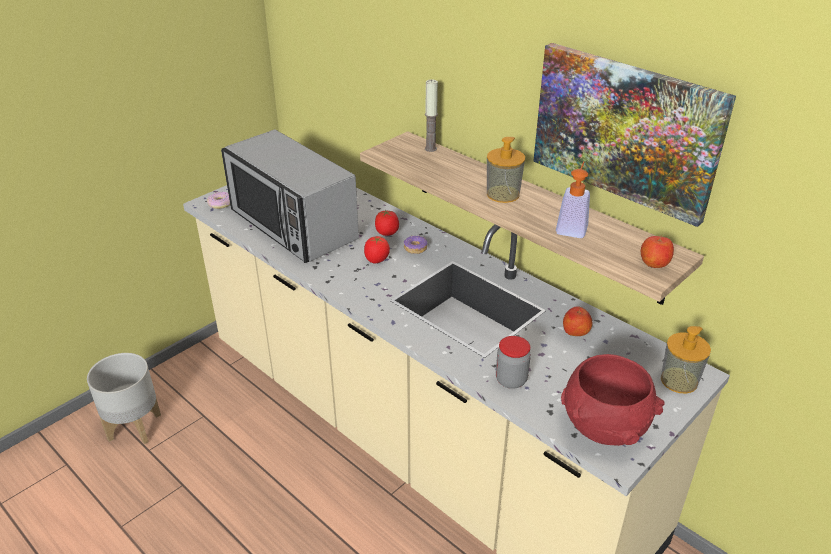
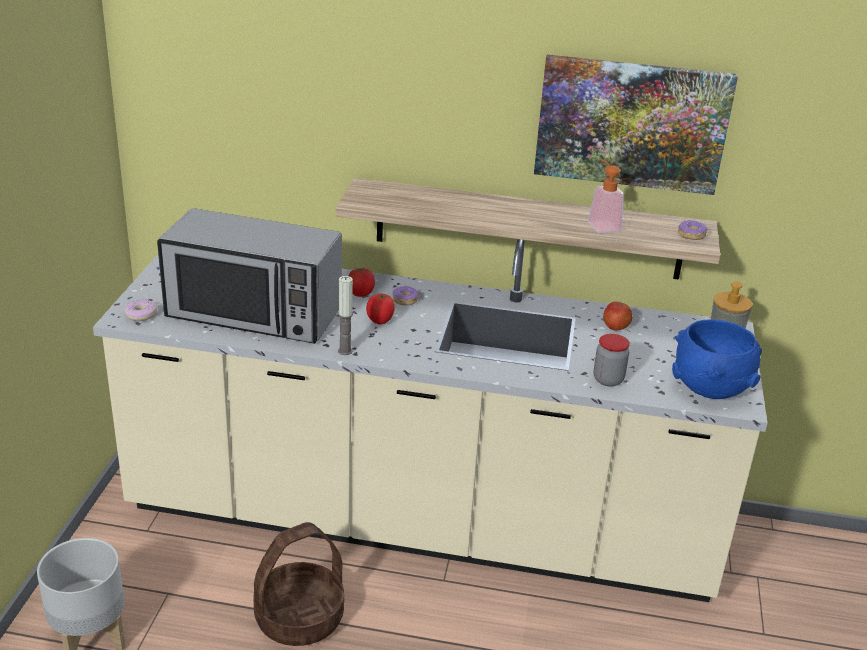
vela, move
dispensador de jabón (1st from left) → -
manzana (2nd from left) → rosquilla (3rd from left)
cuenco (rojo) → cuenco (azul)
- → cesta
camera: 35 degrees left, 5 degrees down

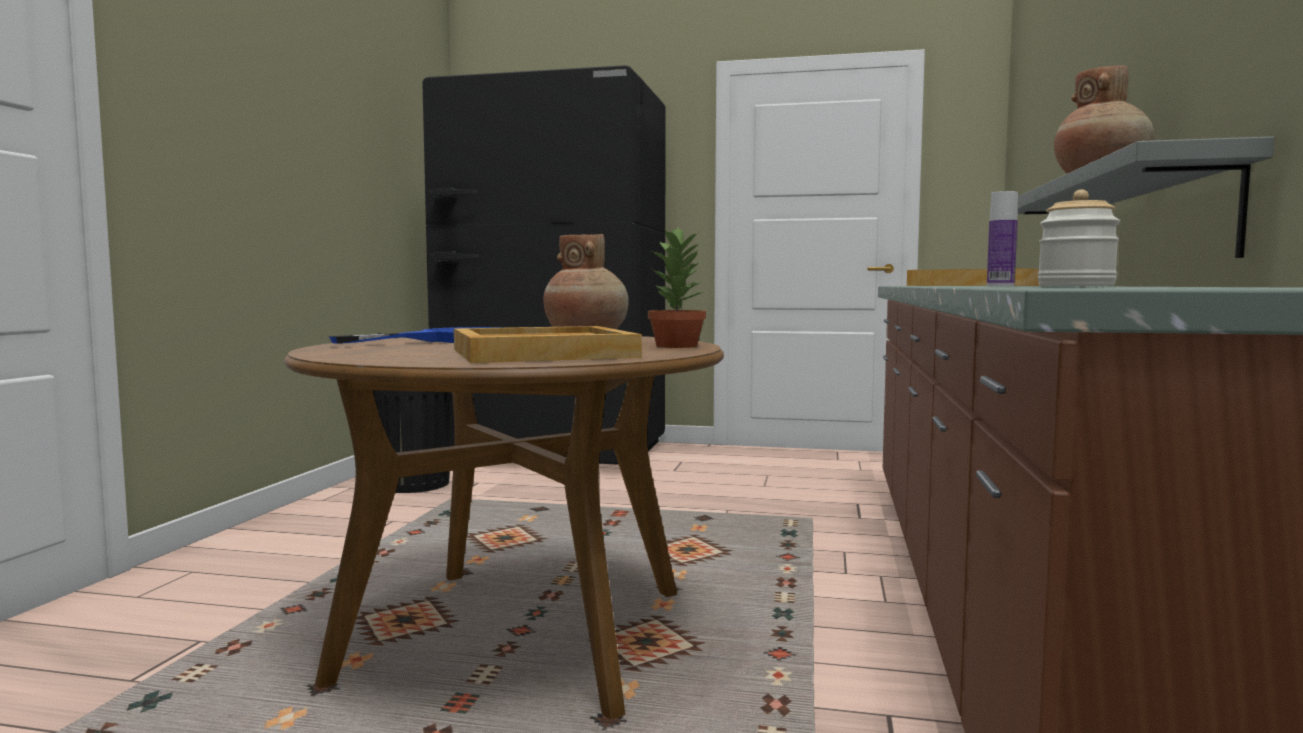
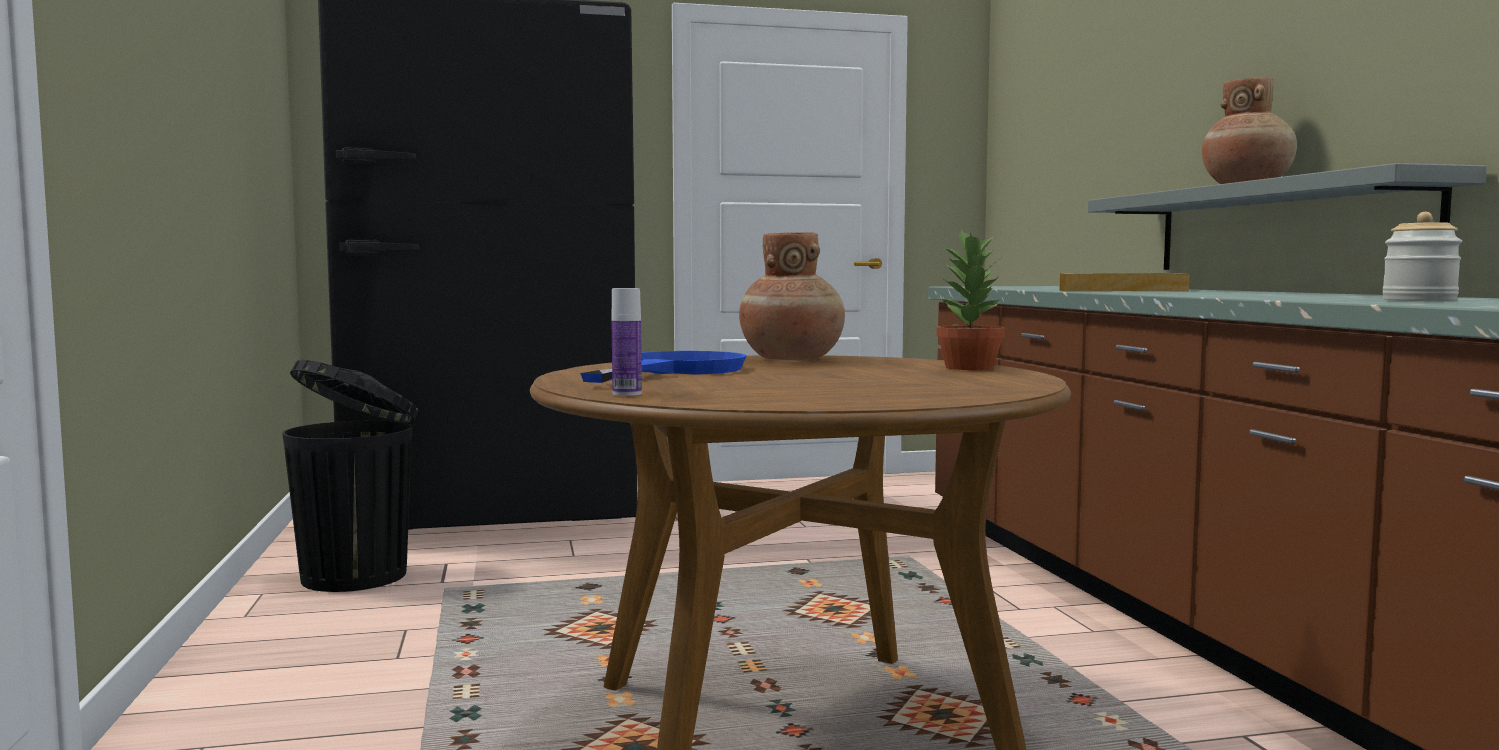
botella, move
bandeja (beis) (1st from left) → -
camera: 25 degrees left, 0 degrees up

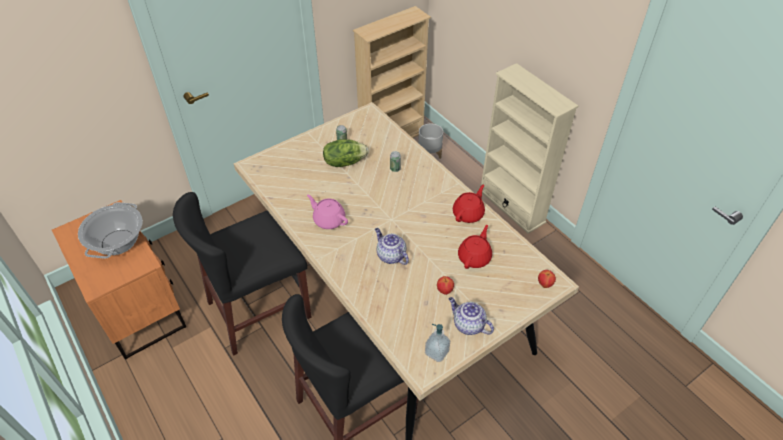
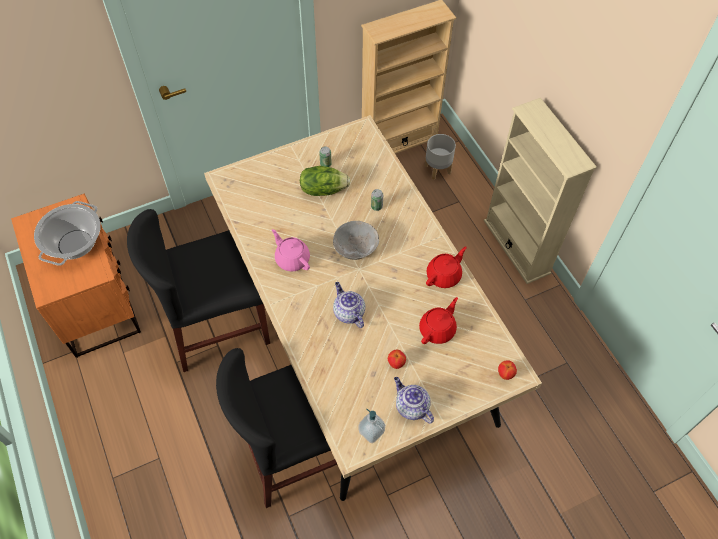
- → cuenco (gris)
camera: 10 degrees right, 10 degrees up

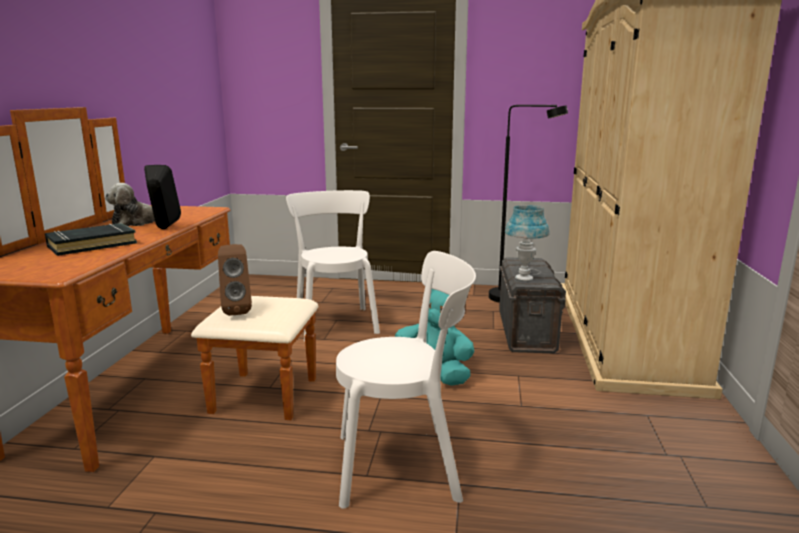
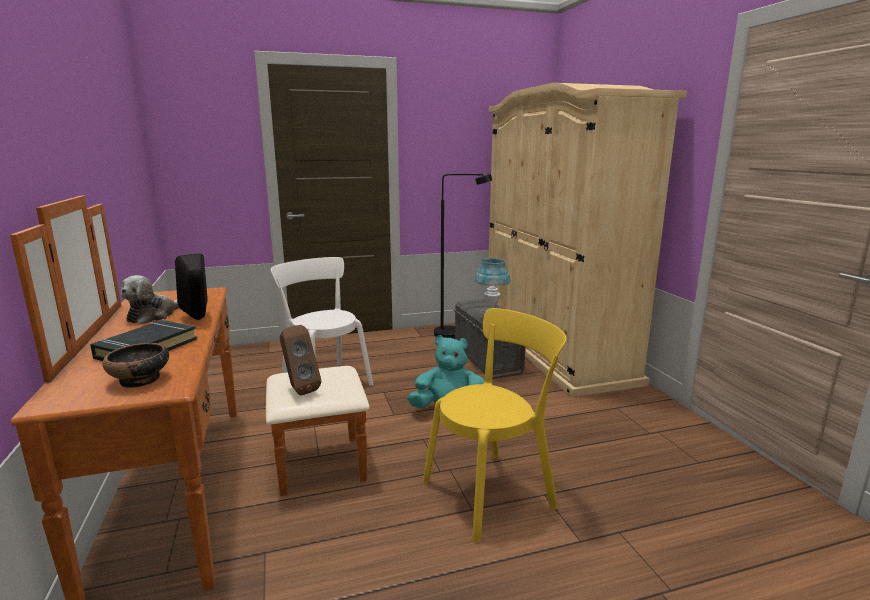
silla (blanco) (2nd from left) → silla (amarillo)
- → cuenco
camera: 25 degrees left, 0 degrees up

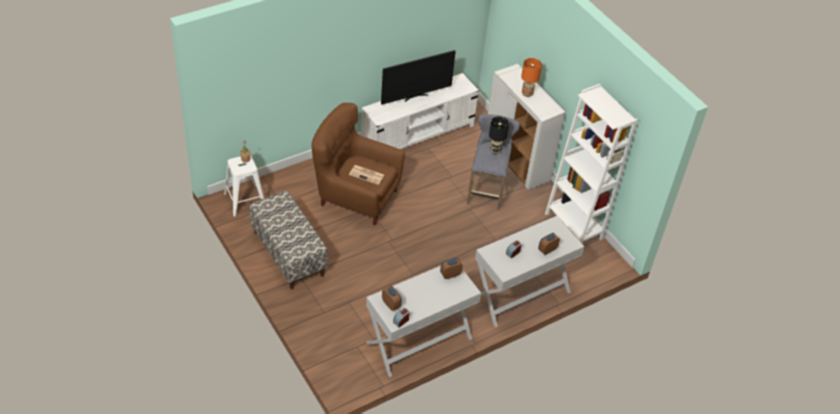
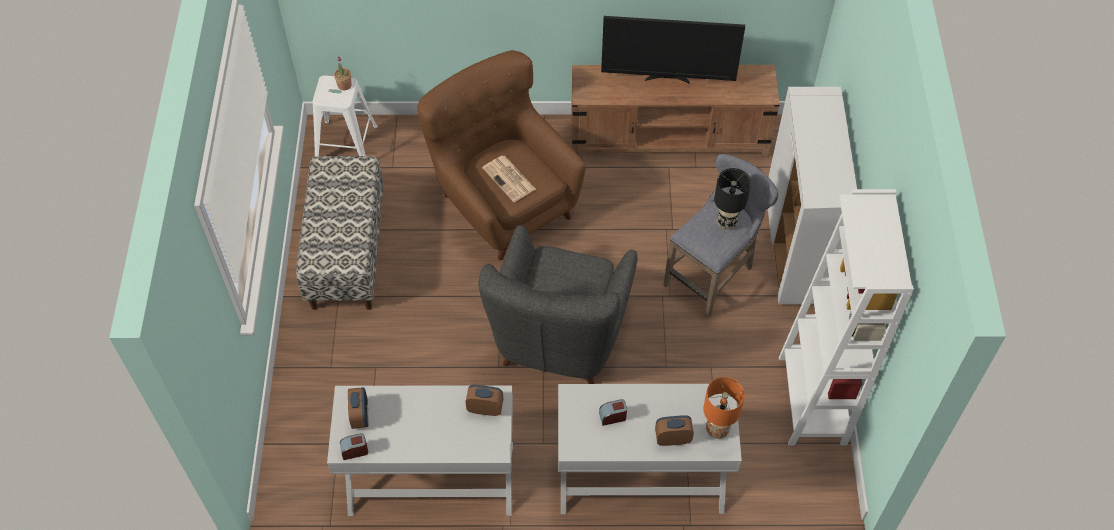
lámpara de mesa (naranja), move
mueble de televisión (blanco) → mueble de televisión (marrón)
- → sillón (gris)
camera: 35 degrees right, 10 degrees up

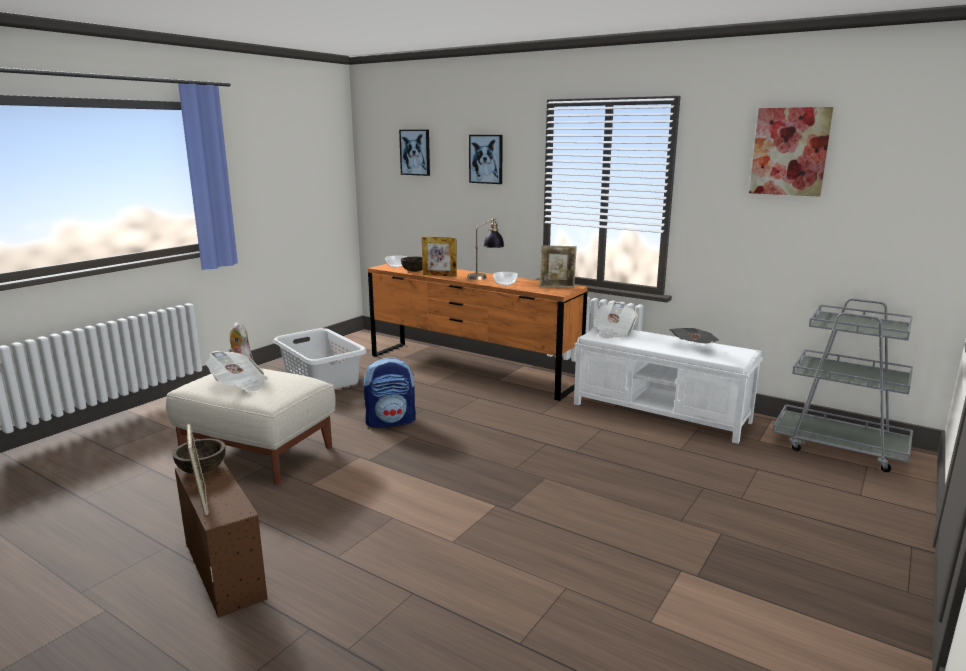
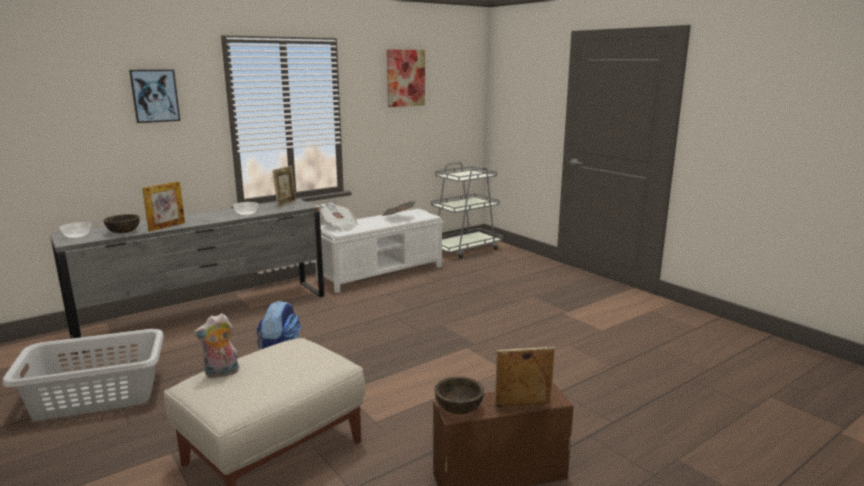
cuadro (1st from left) → -
lámpara de mesa → -
cómoda (naranja) → cómoda (gris)
periódico (1st from left) → -
camera: 70 degrees left, 0 degrees up

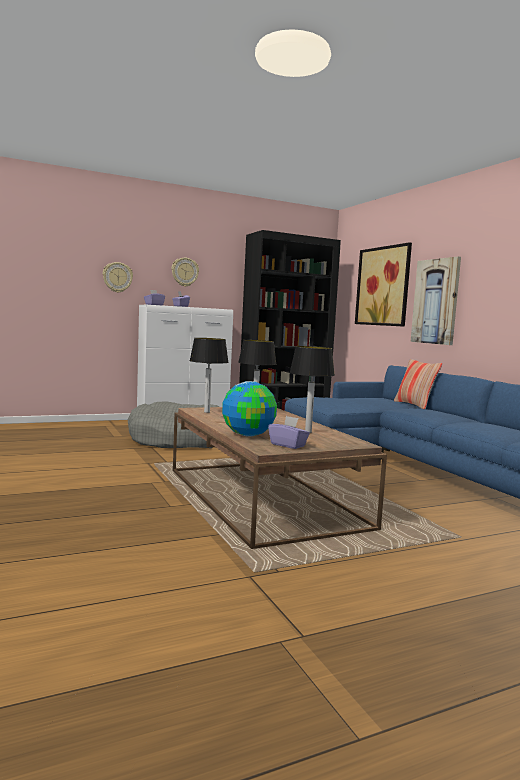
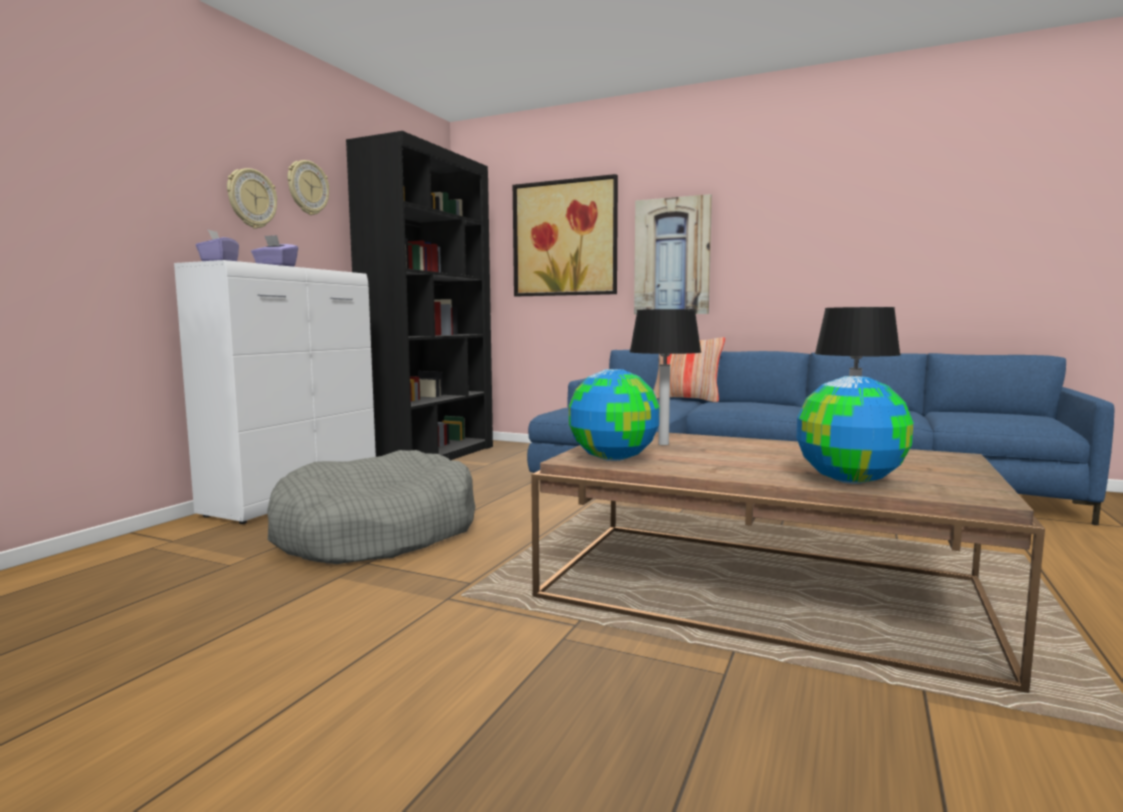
reloj de pared (1st from left in the first image) → reloj de pared (2nd from left), move
lámpara de mesa (1st from left) → globo terráqueo (1st from left)
caja de pañuelos (morado) (3rd from left) → -
camera: 40 degrees left, 0 degrees up

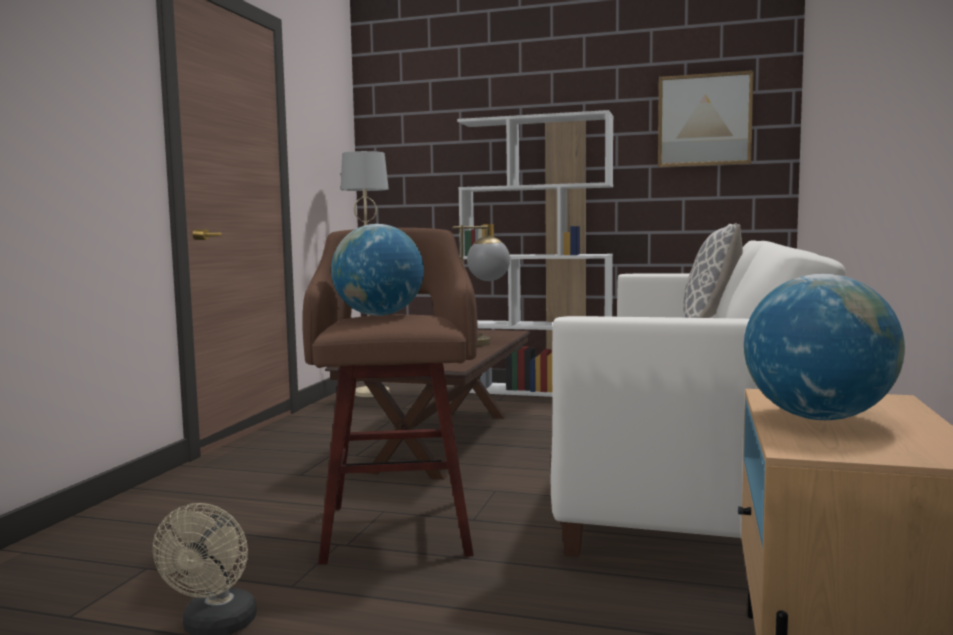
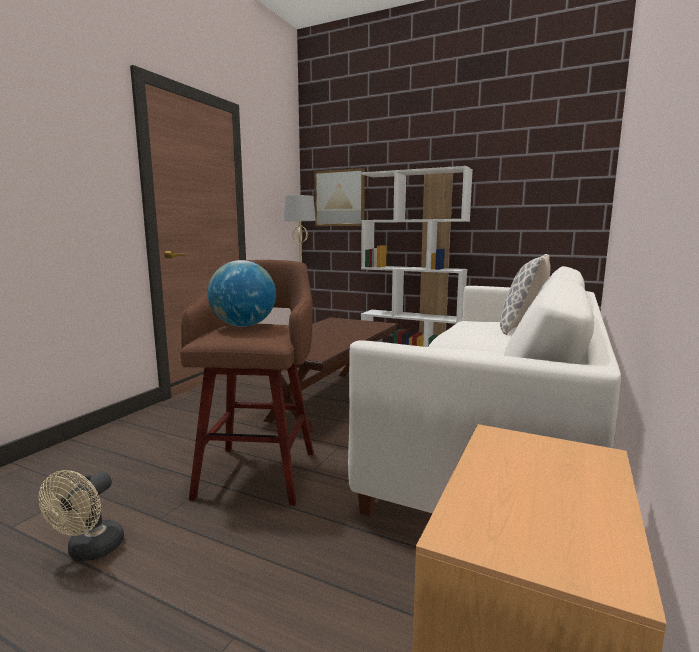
cuadro, move
lámpara de mesa → -
globo terráqueo (2nd from left) → -
camera: 10 degrees right, 5 degrees up

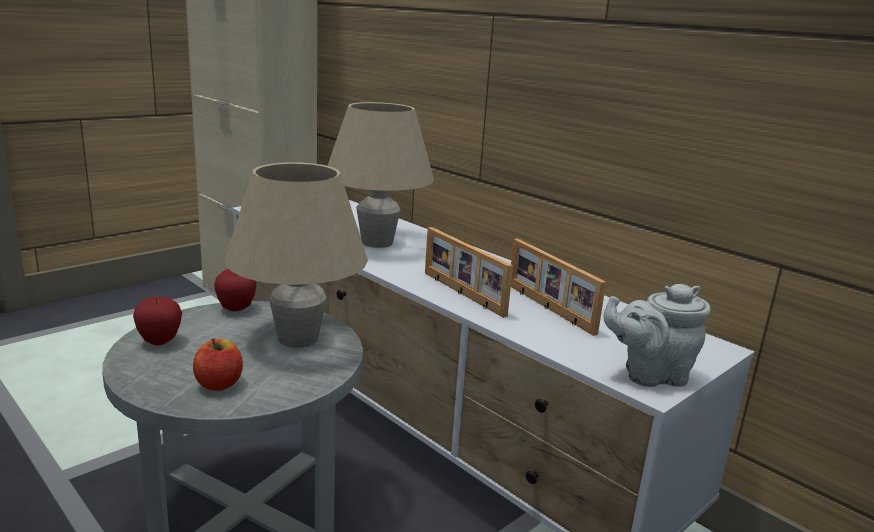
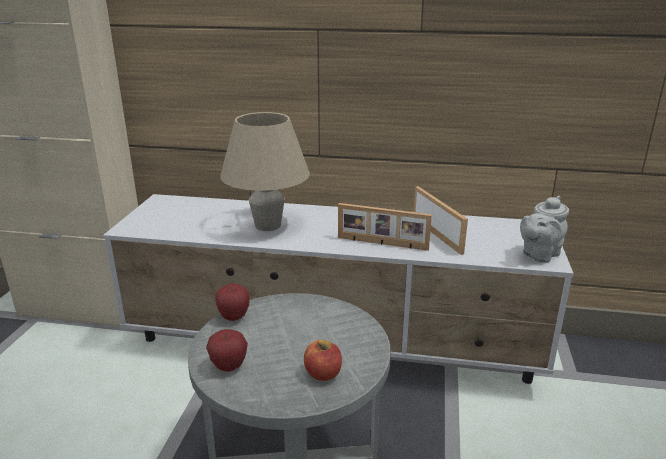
lámpara de mesa (beis) (1st from left) → -
portarretratos (2nd from left), 135 degrees counterclockwise
camera: 35 degrees left, 5 degrees up

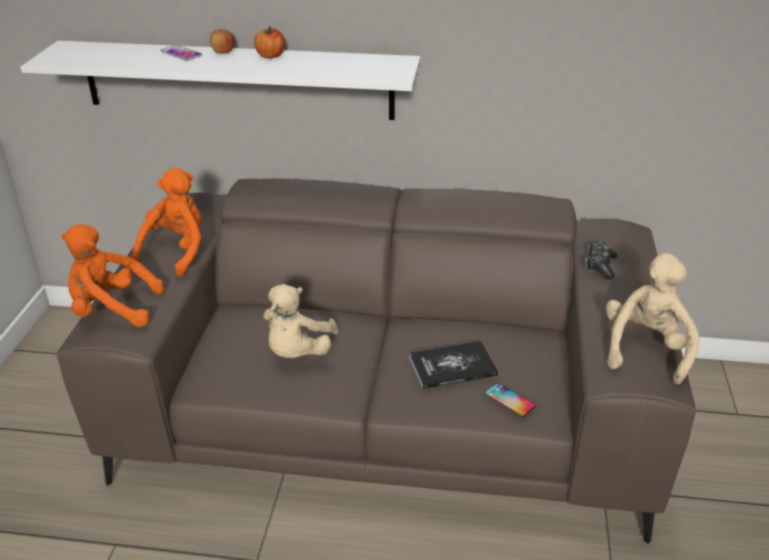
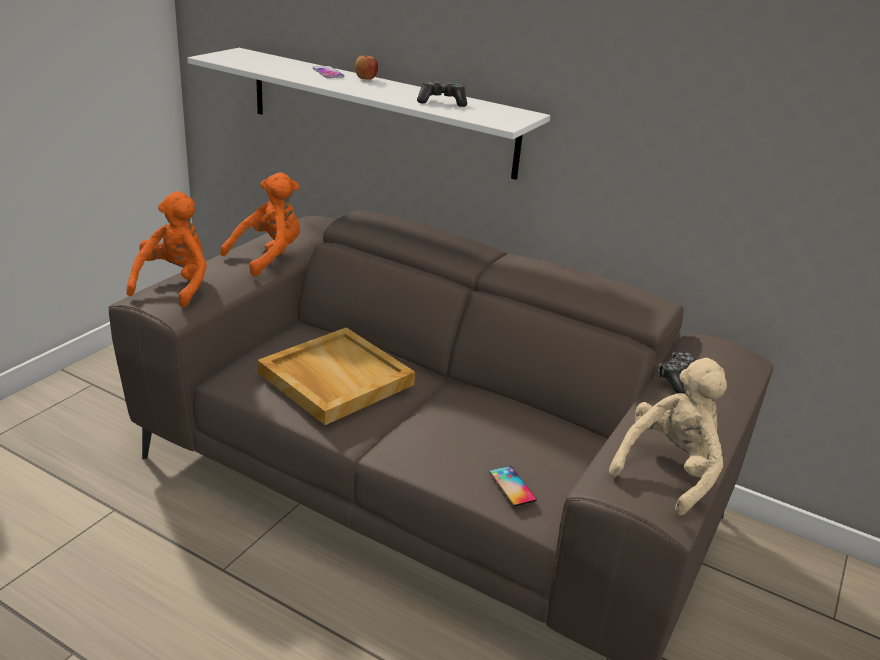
manzana (2nd from left) → -
peluche (naranja) (1st from left), 75 degrees clockwise
peluche (beis) (1st from left) → bandeja (beis)
libro → -
- → mando de consola (1st from left)
camera: 20 degrees right, 5 degrees down

